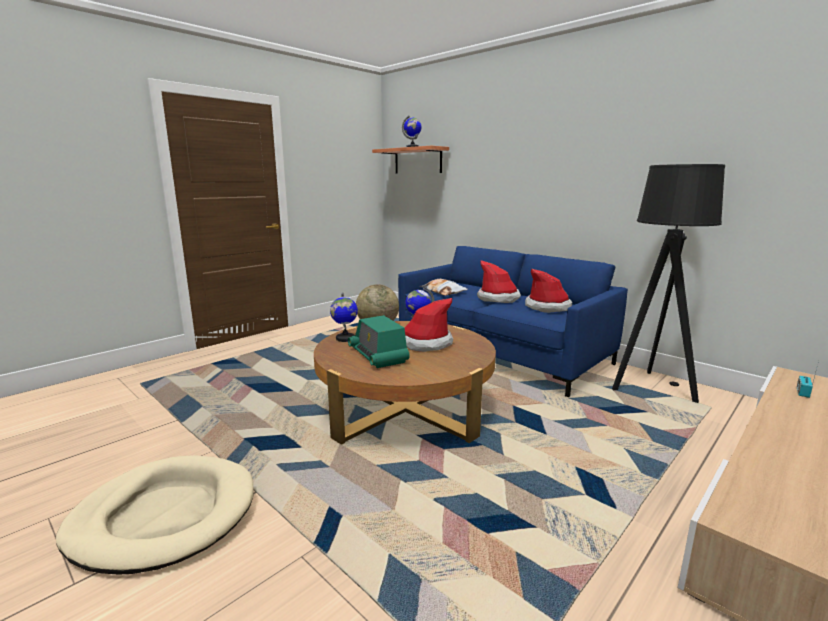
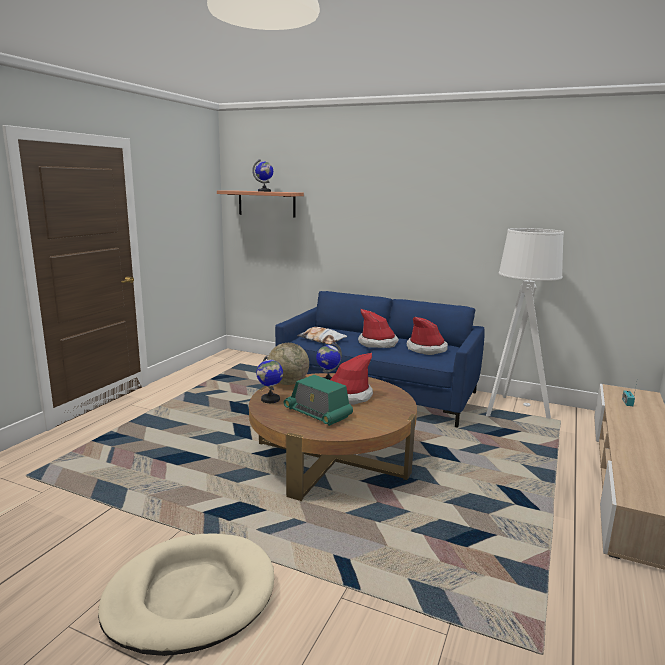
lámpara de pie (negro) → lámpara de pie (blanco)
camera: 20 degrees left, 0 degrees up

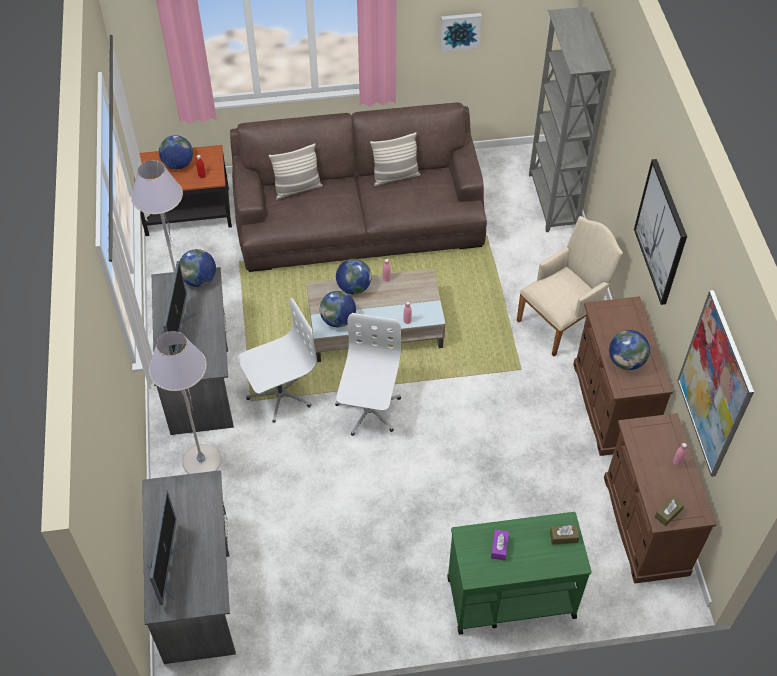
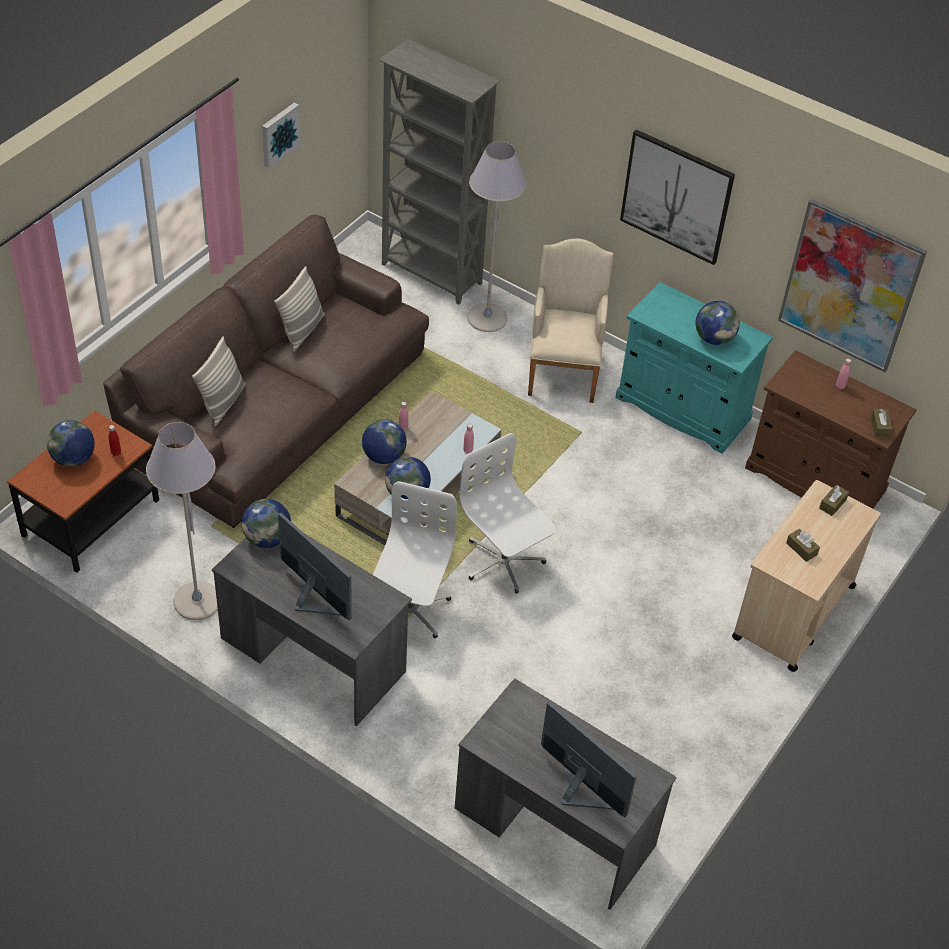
armario (marrón) (1st from left) → armario (turquesa)
lámpara de pie (gris) (2nd from left), move
carrito (verde) → carrito (beis)
caja de pañuelos (morado) → caja de pañuelos (marrón) (1st from left)
camera: 50 degrees left, 5 degrees down

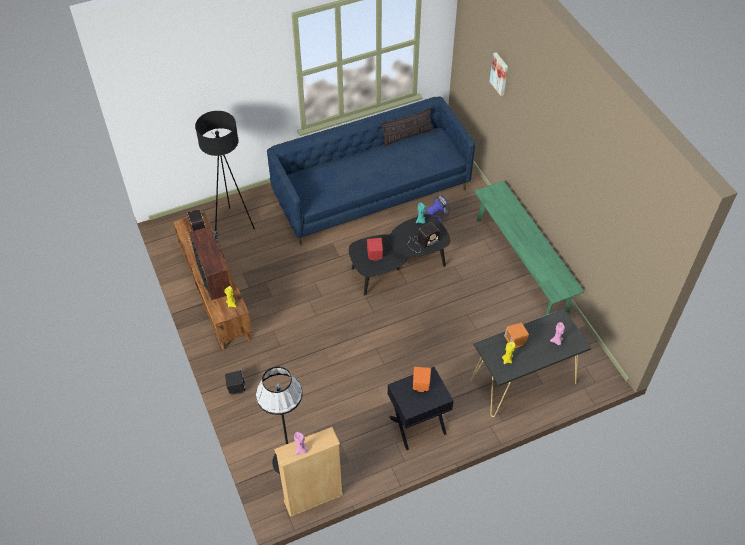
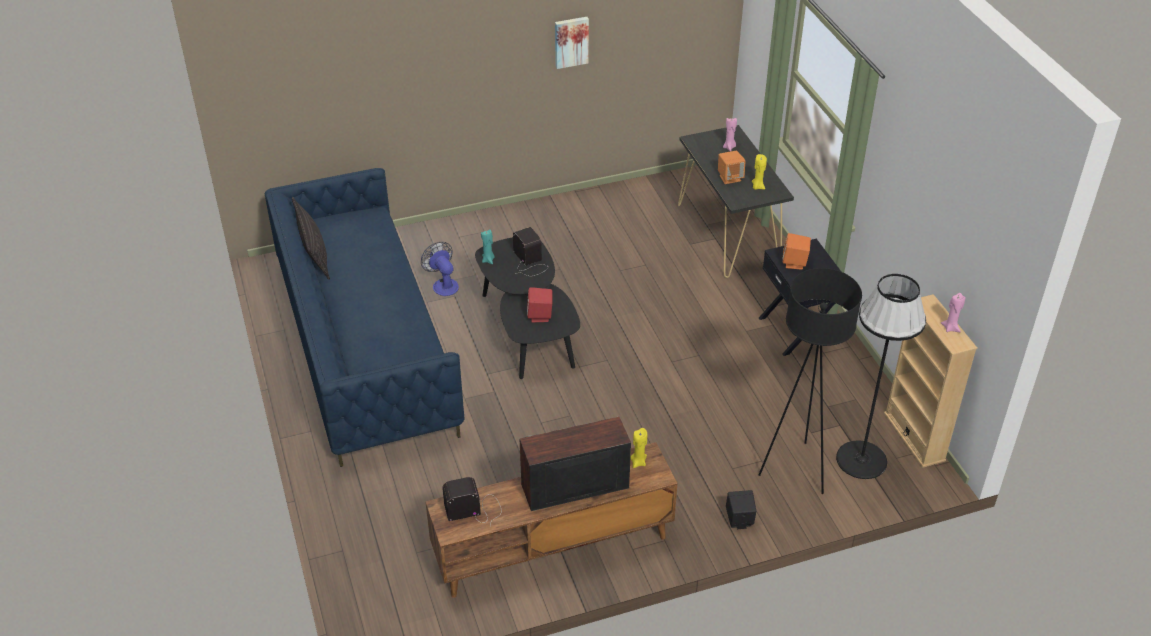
cuadro, move
lámpara de pie (negro) (1st from left), move
banco (verde) → -
camera: 85 degrees left, 10 degrees down

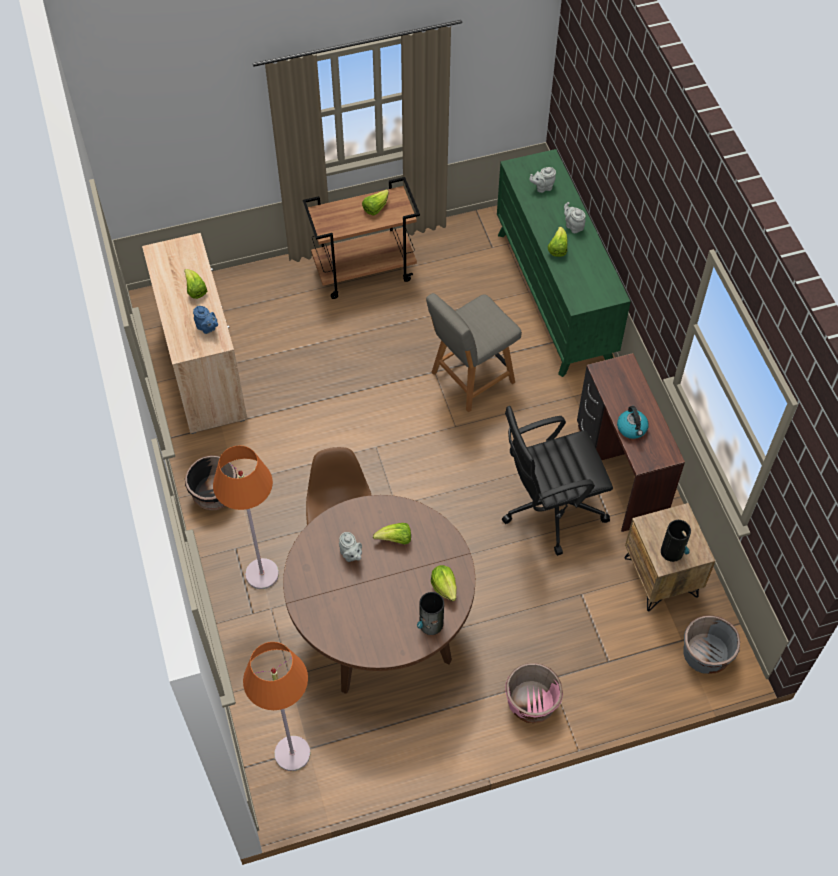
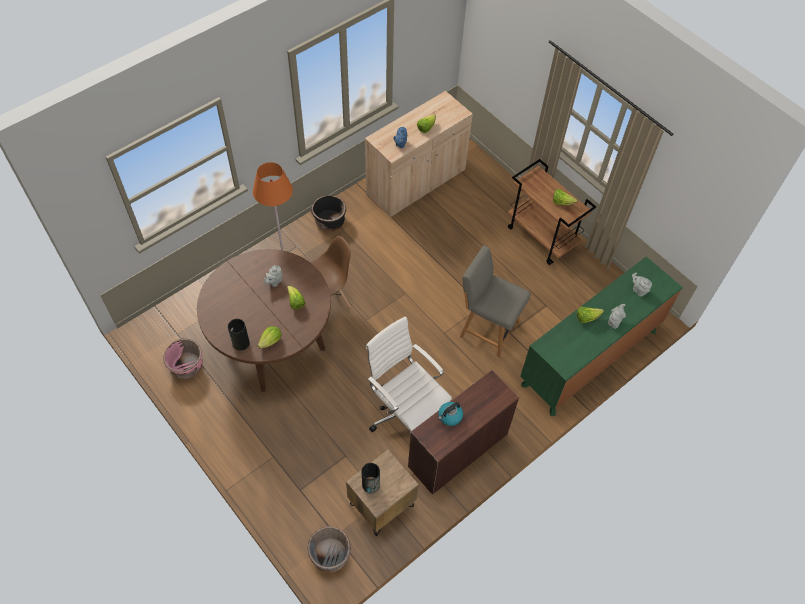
silla de oficina (negro) → silla de oficina (blanco)
lámpara de pie (naranja) (2nd from left) → -
maceta (rosa), move
camera: 65 degrees right, 0 degrees up

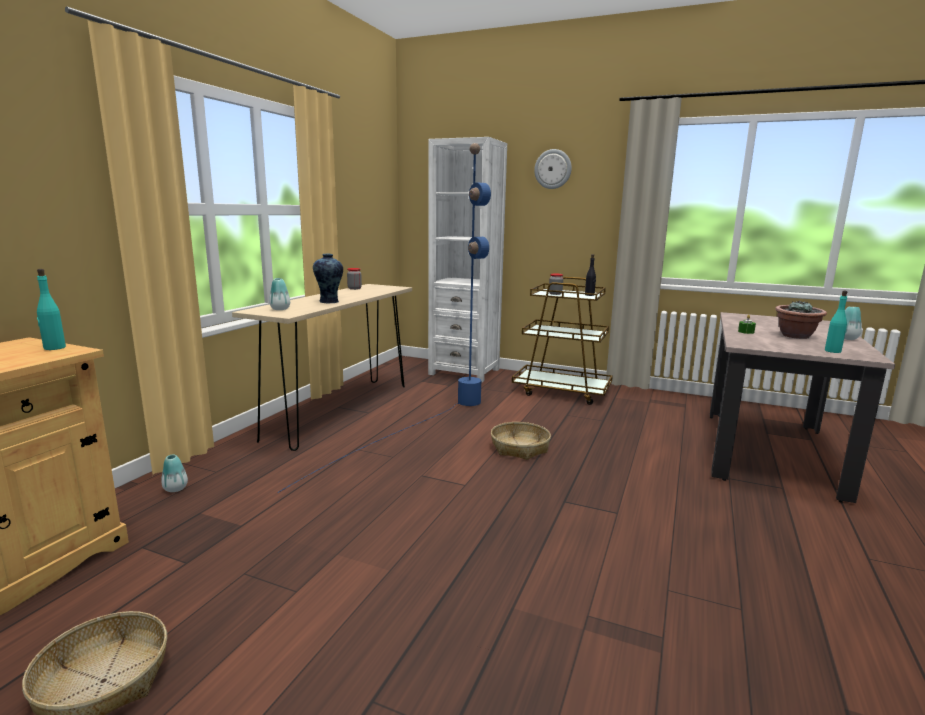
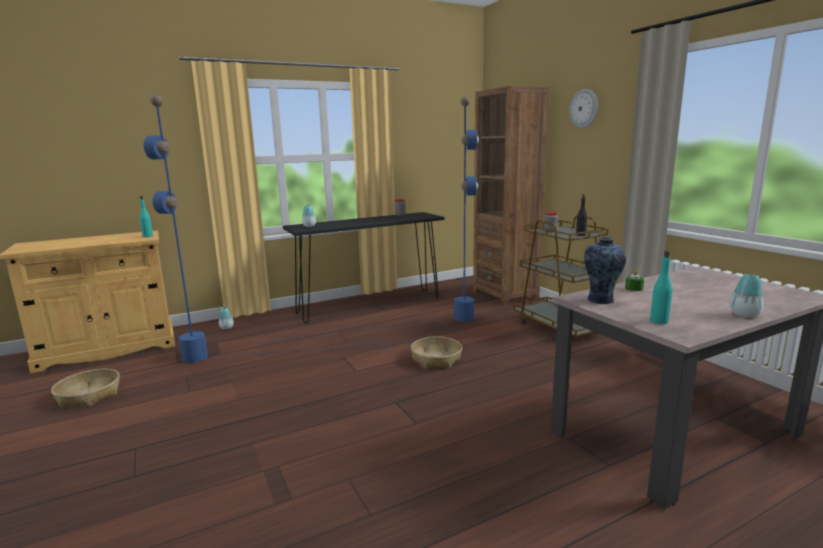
estantería (blanco) → estantería (marrón)
florero (3rd from left), move
mesa consola (beis) → mesa consola (negro)
planta en maceta → -
- → lámpara de pie (azul) (1st from left)
camera: 40 degrees right, 0 degrees up

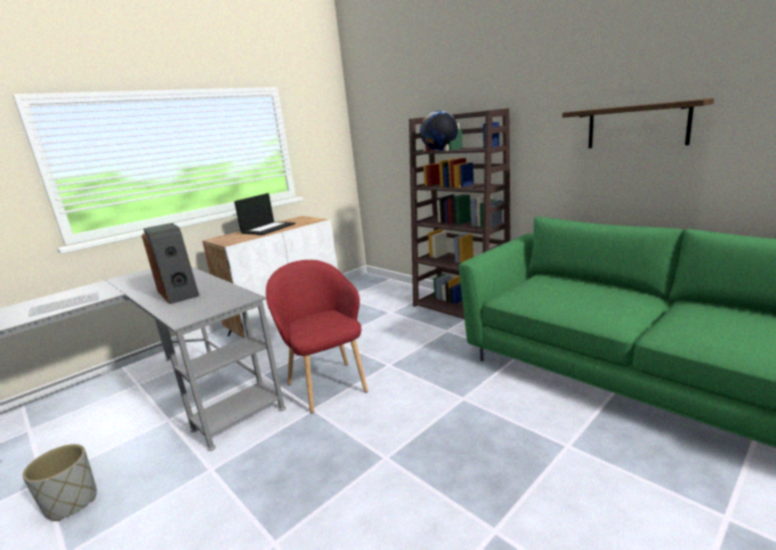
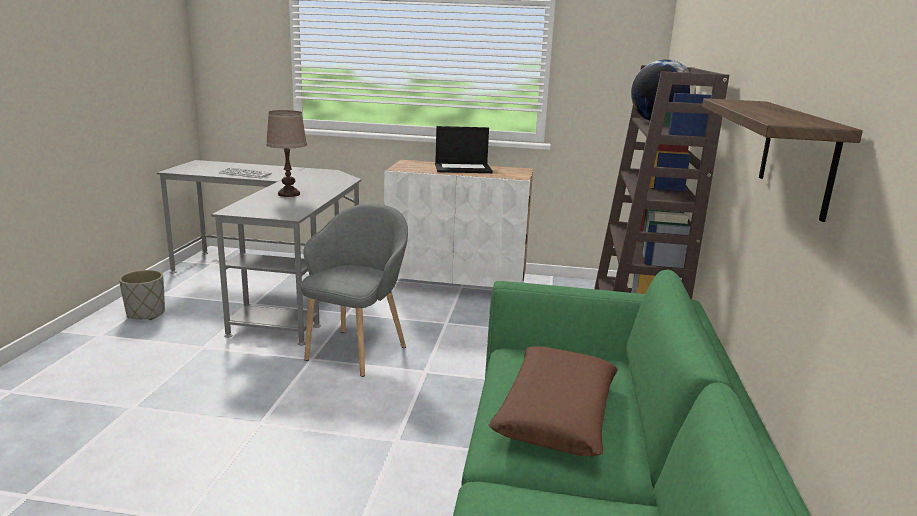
altavoz → lámpara de mesa (marrón)
sillón (rojo) → sillón (gris)
- → cojín (marrón)
camera: 50 degrees right, 0 degrees up

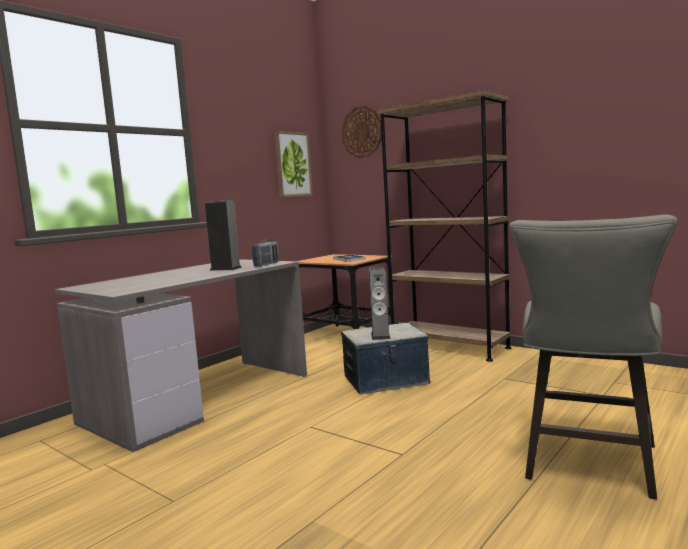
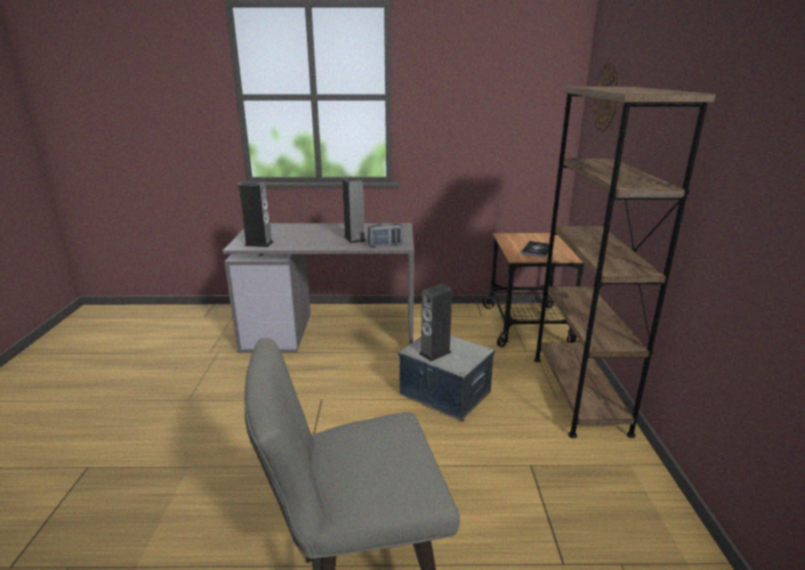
cuadro → -
- → altavoz (1st from left)
camera: 50 degrees right, 15 degrees up

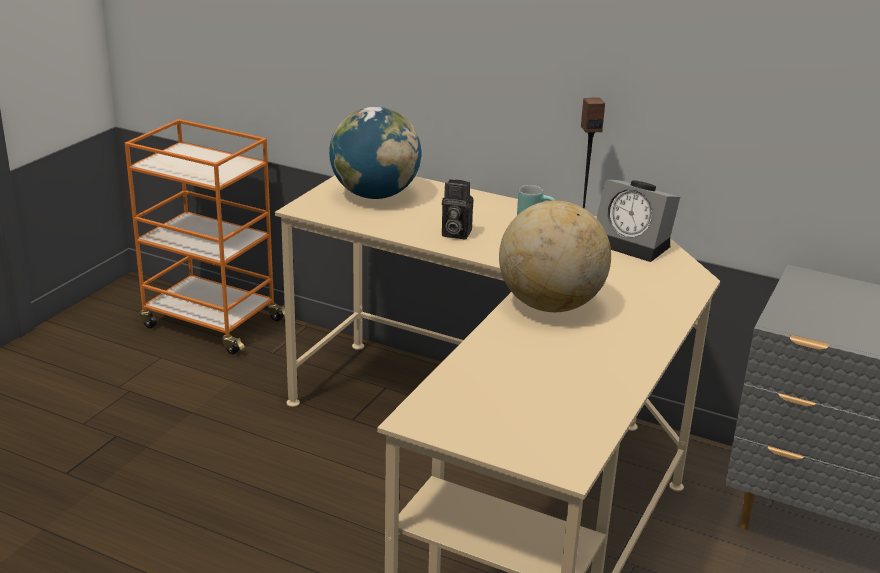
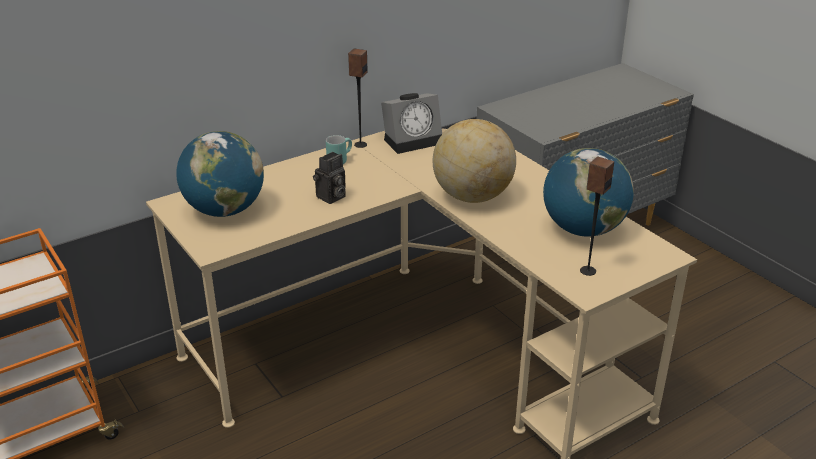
- → globo terráqueo (3rd from left)
- → altavoz (2nd from left)
camera: 60 degrees left, 5 degrees up

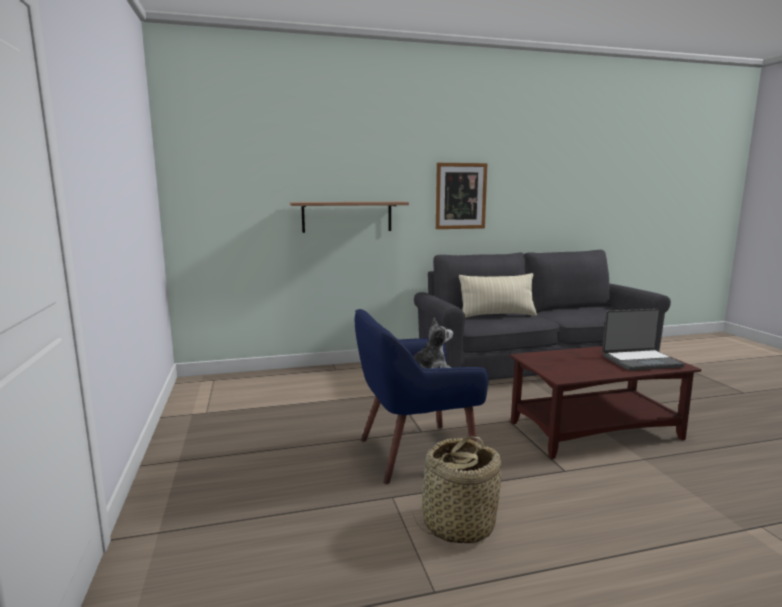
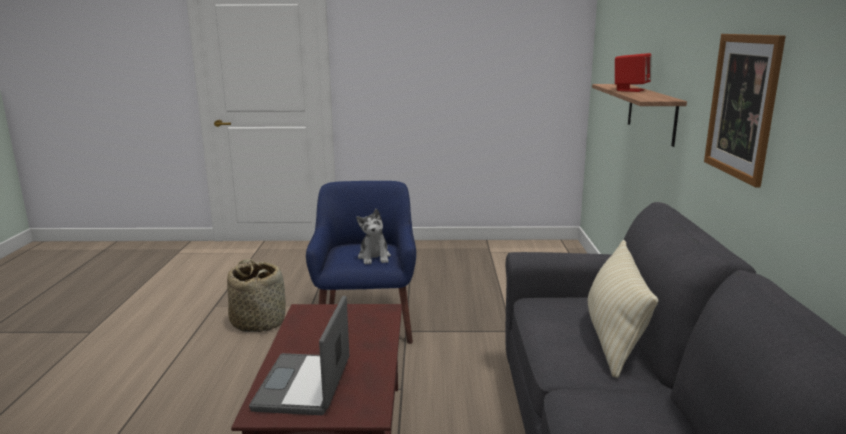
- → altavoz (rojo)
camera: 105 degrees right, 5 degrees up

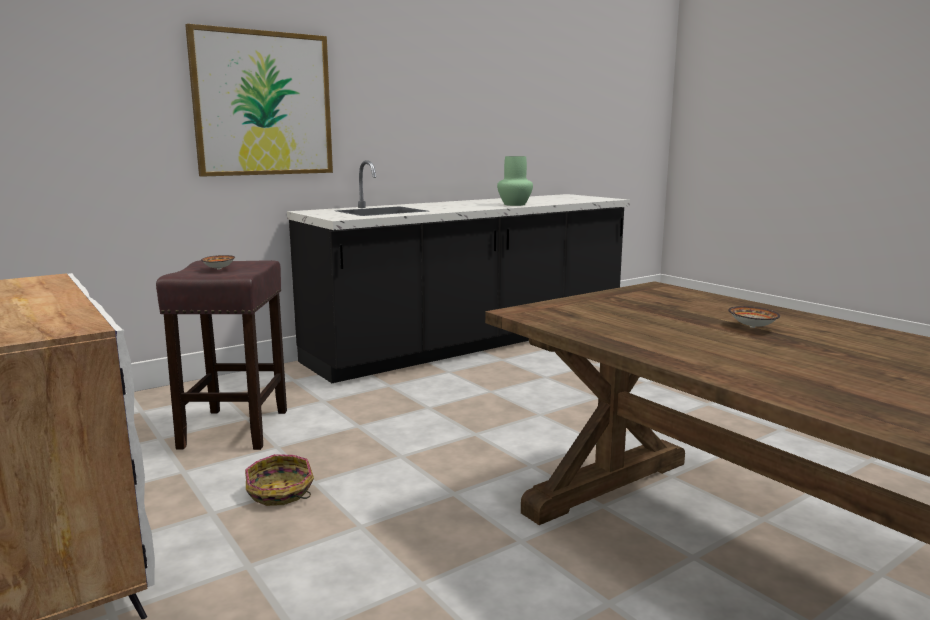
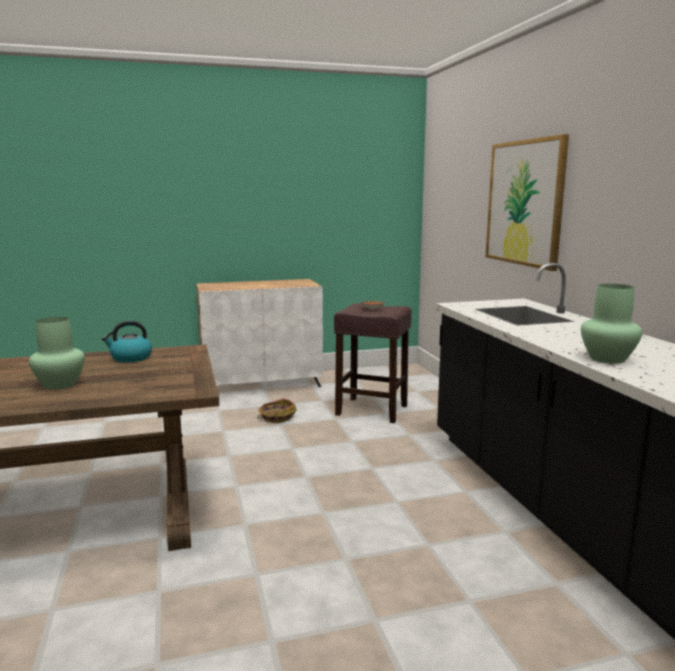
cuenco (2nd from left) → florero (verde) (1st from left)
- → hervidor
camera: 110 degrees right, 0 degrees up

